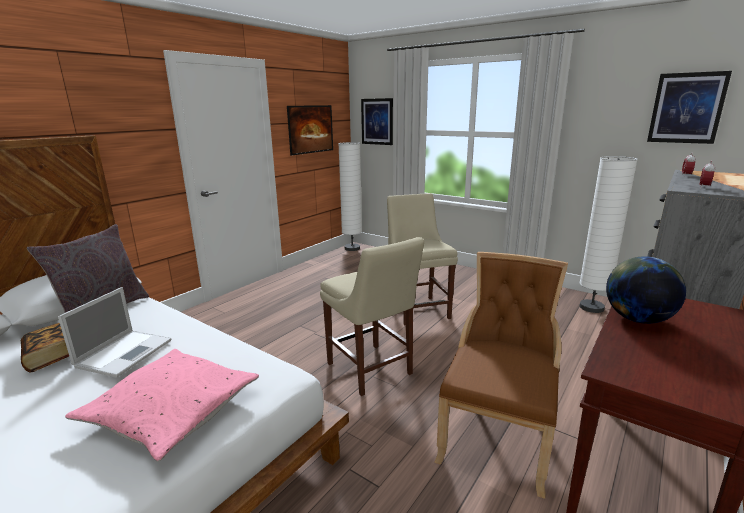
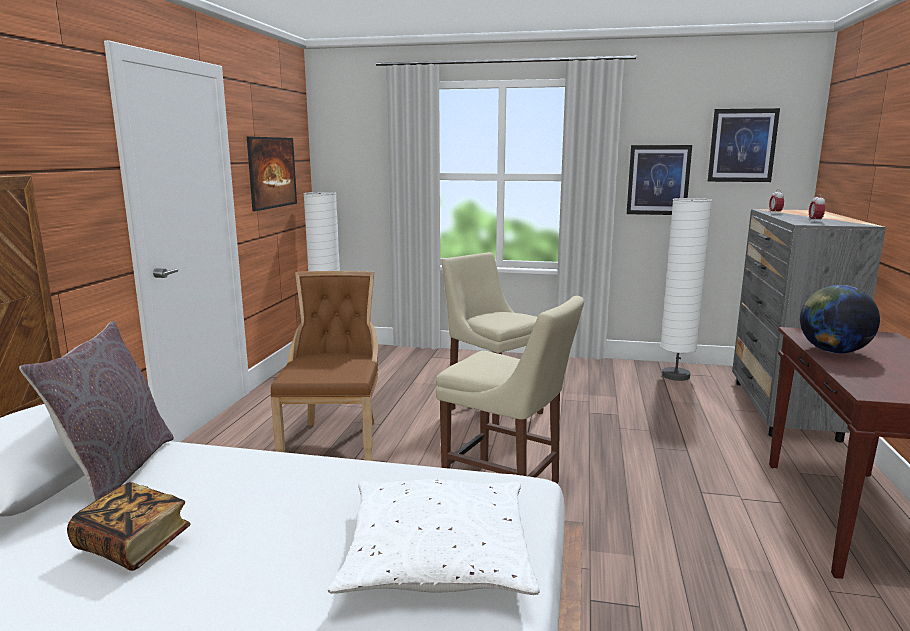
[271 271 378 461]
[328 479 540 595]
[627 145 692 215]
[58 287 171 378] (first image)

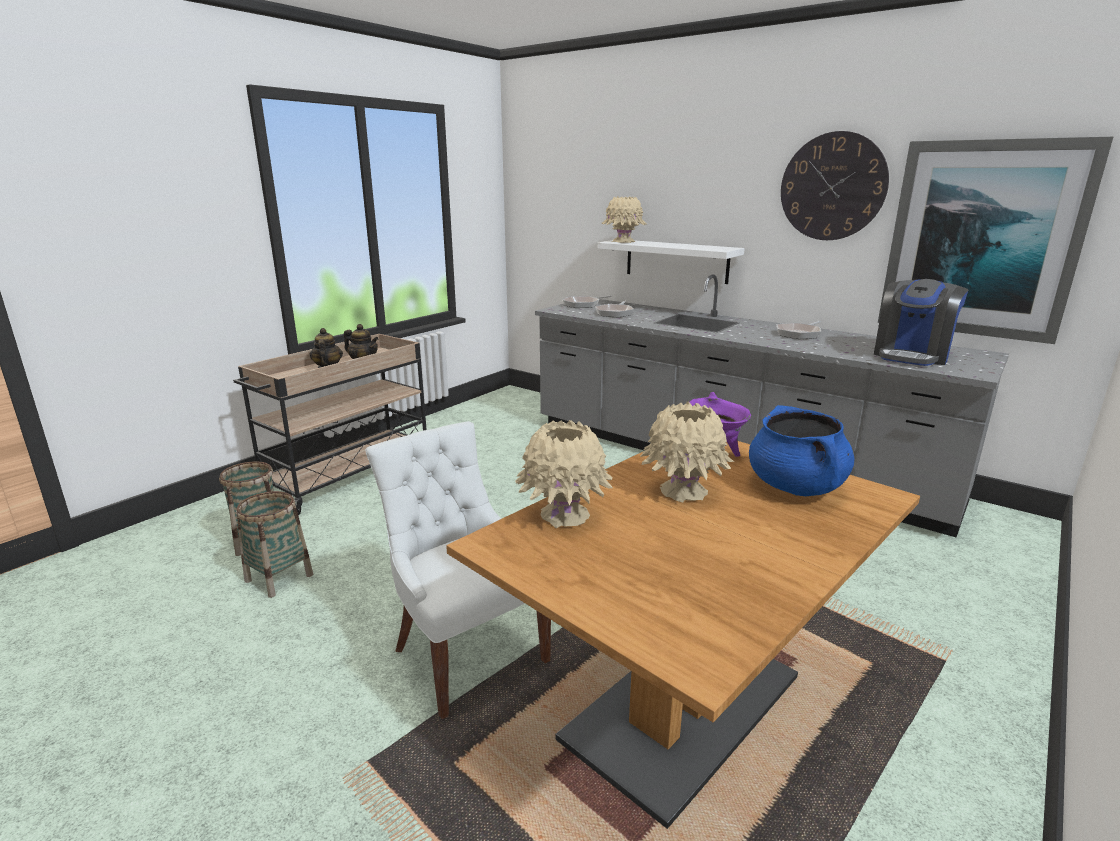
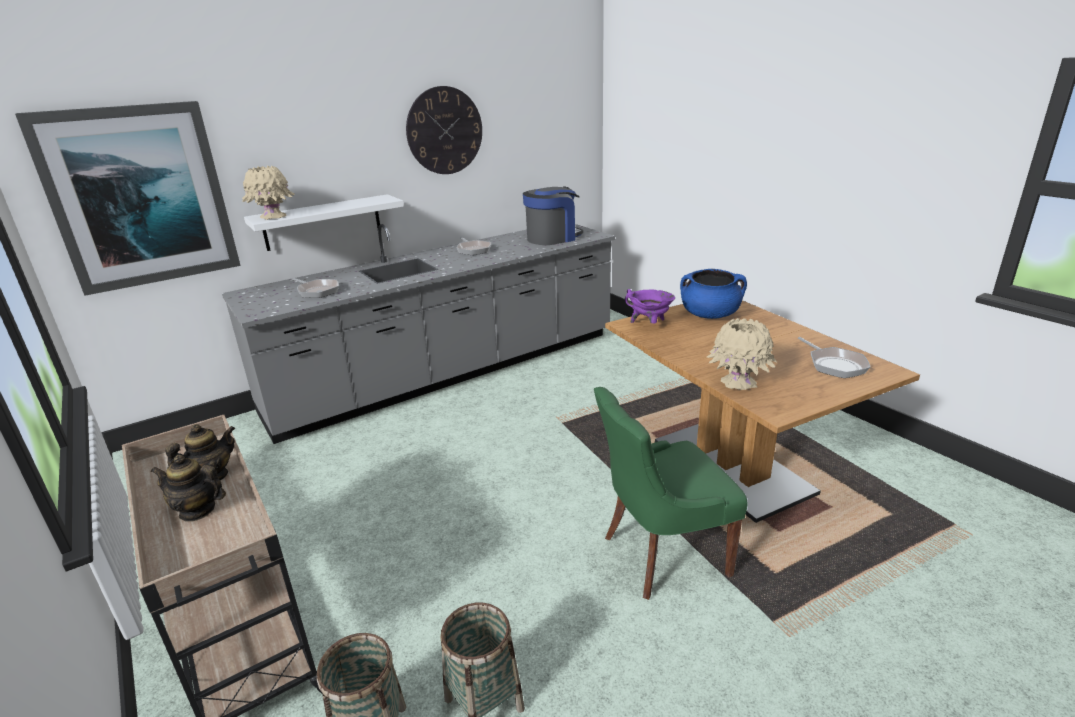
[15 101 241 296]
[523 186 583 245]
[594 387 747 600]
[798 337 870 378]
[640 401 734 502] (first image)

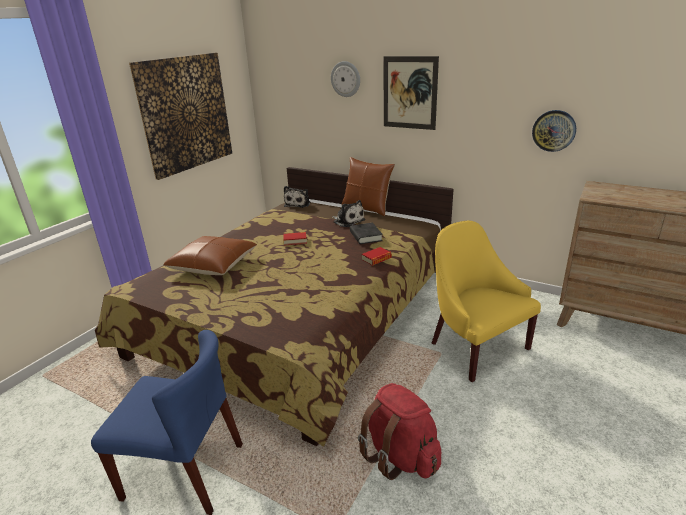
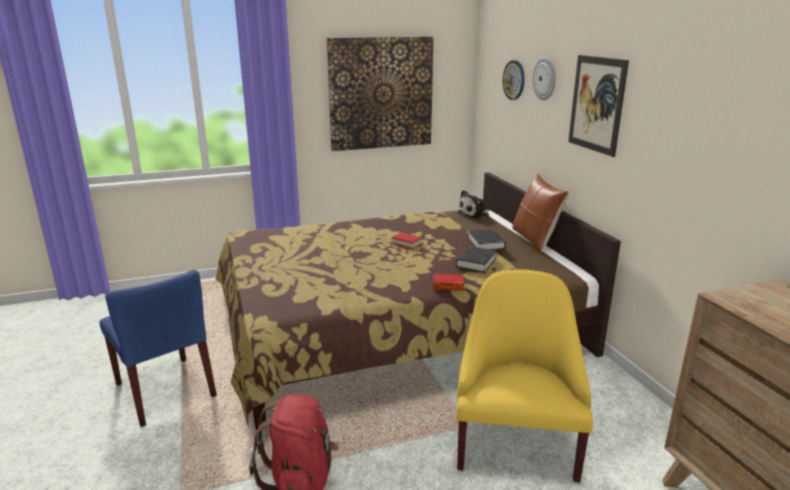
[468 229 506 250]
[503 60 525 100]
[163 236 257 275] (first image)

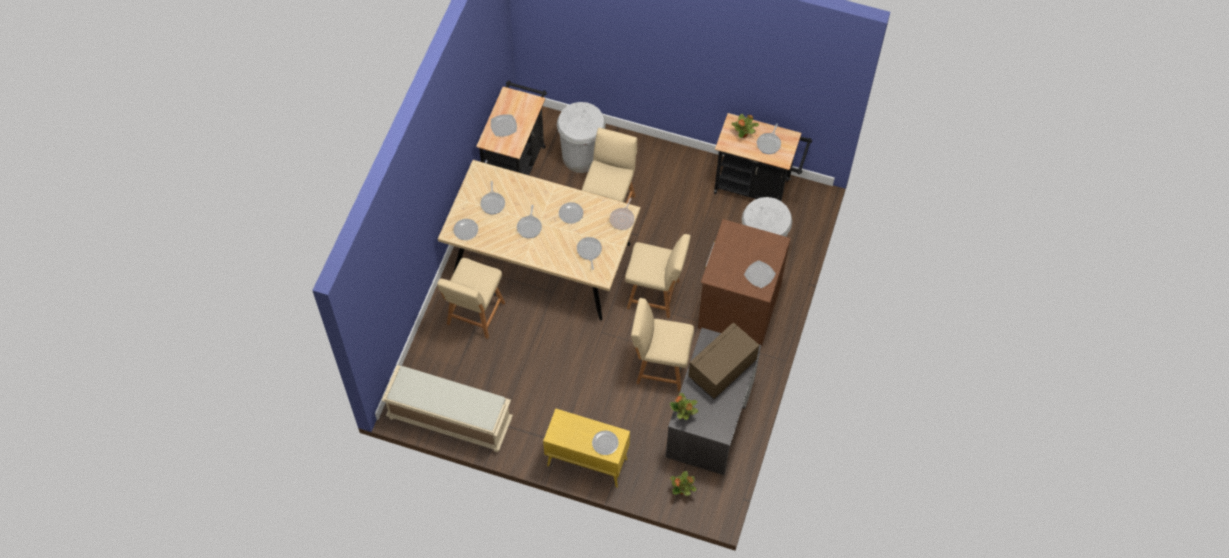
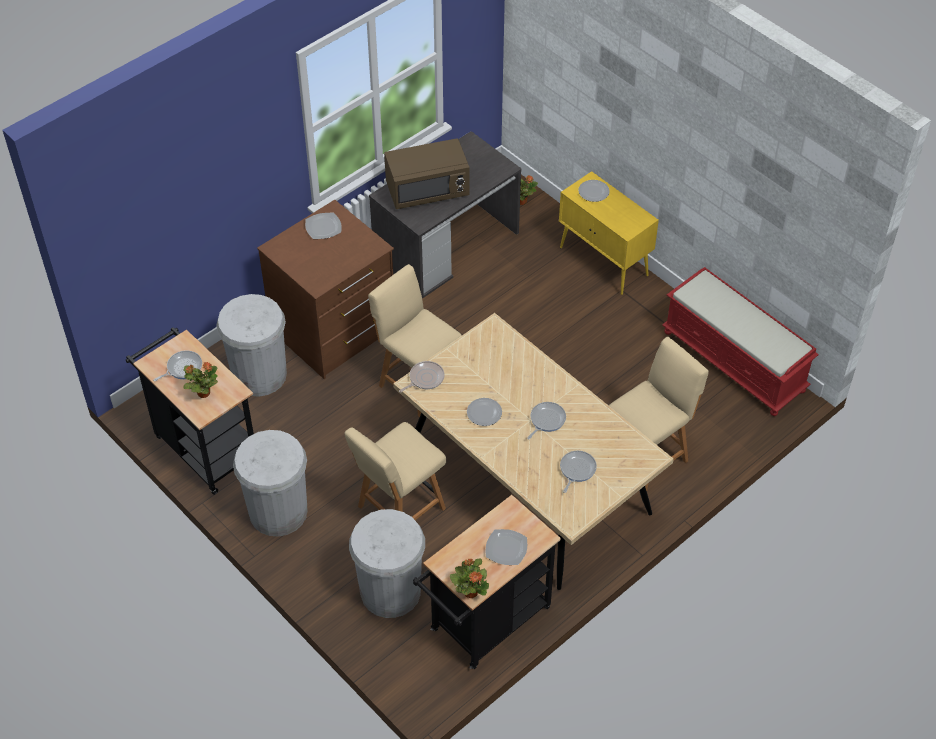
[233 430 308 537]
[450 558 489 598]
[662 267 819 416]
[453 219 478 240] (first image)
[577 237 602 270] (first image)
[631 298 694 392] (first image)

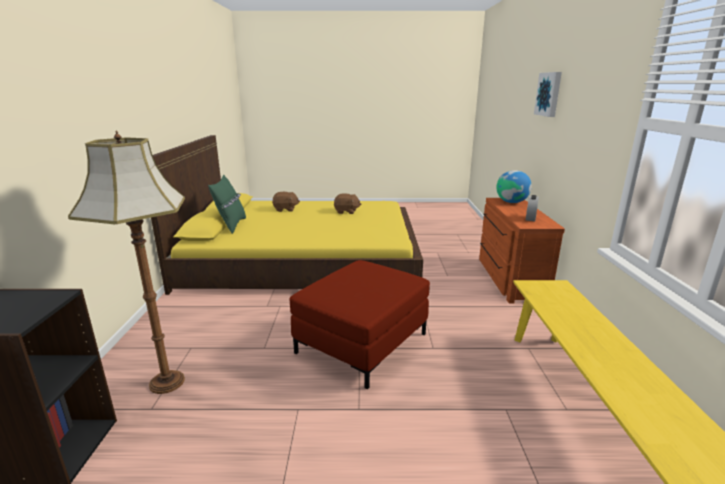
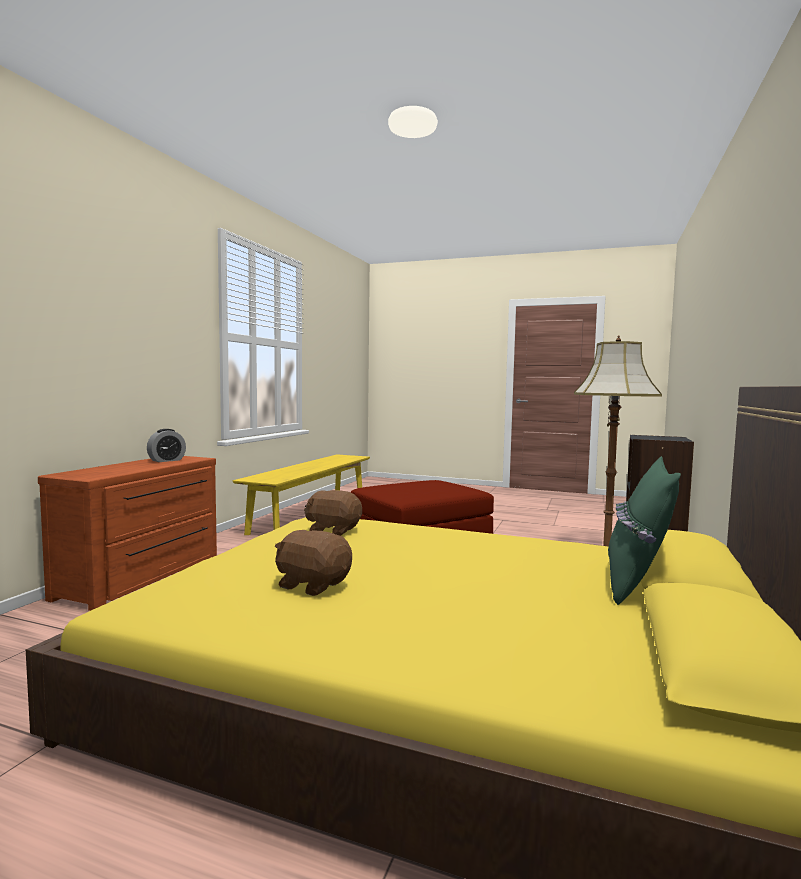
[304 490 362 536]
[497 170 532 203] (first image)
[534 72 562 117] (first image)

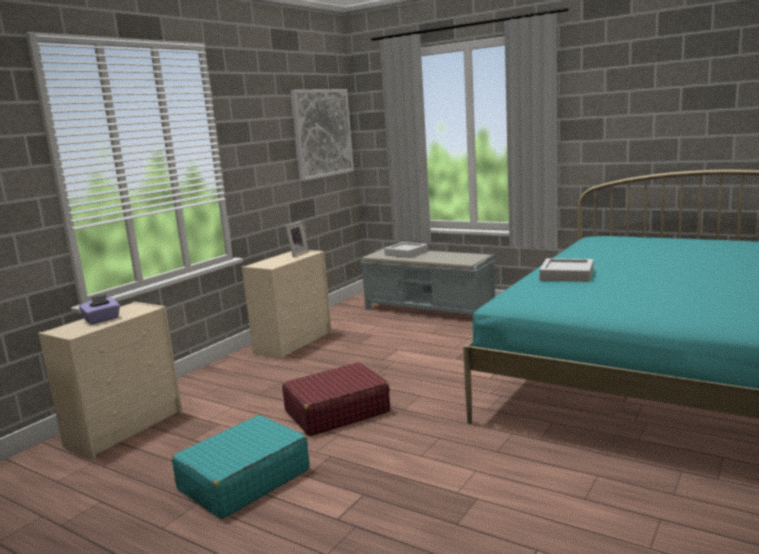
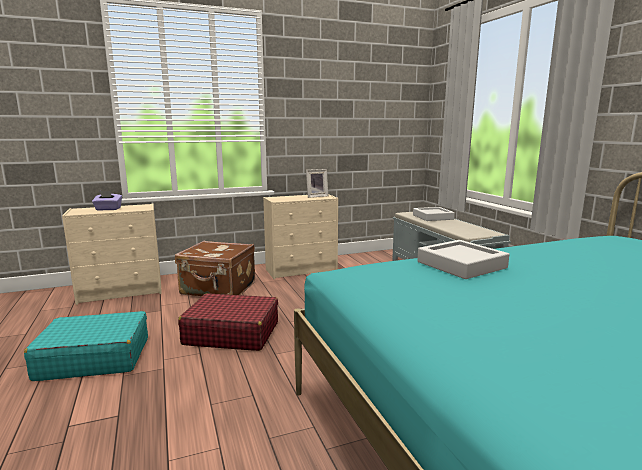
[175 241 255 296]
[291 89 354 181] (first image)

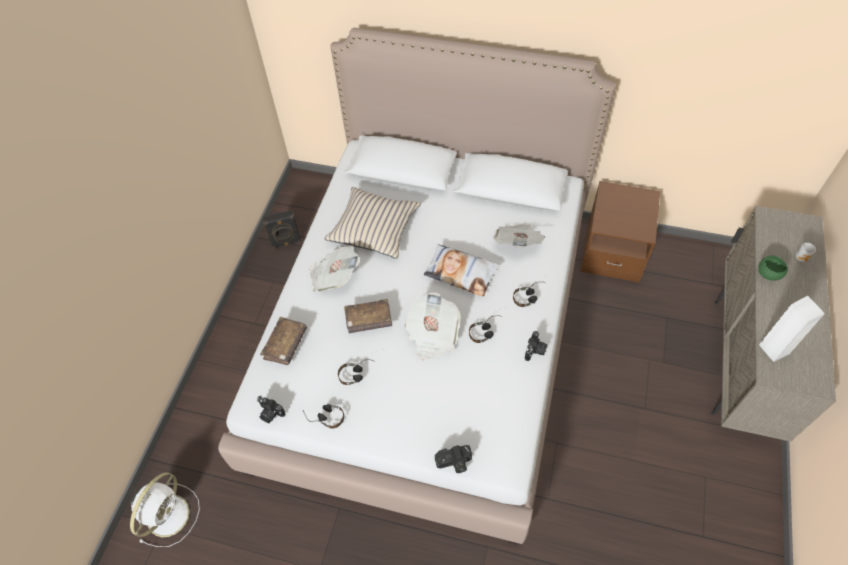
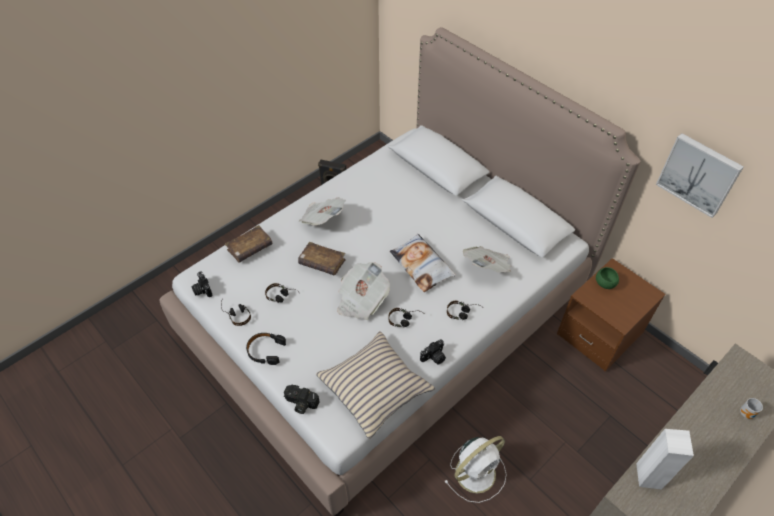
[246 333 286 365]
[316 331 435 439]
[444 436 507 503]
[596 267 619 289]
[656 133 744 218]

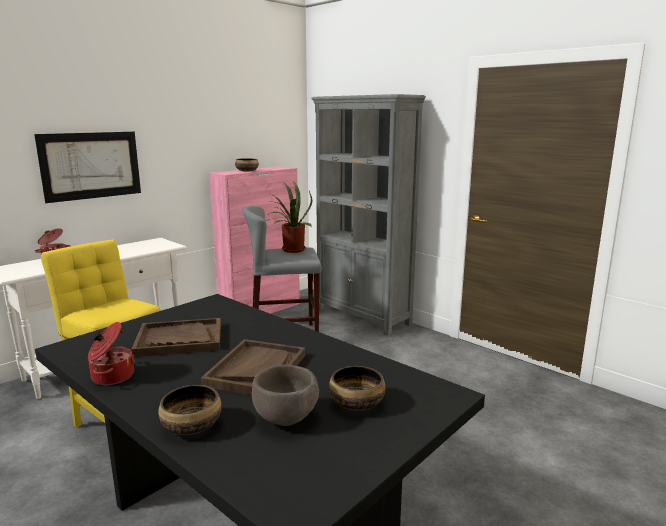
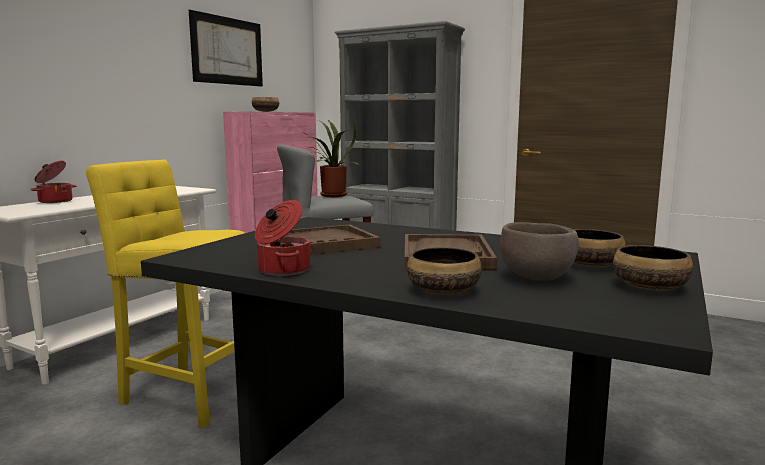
[189 10 263 87]
[613 245 693 291]

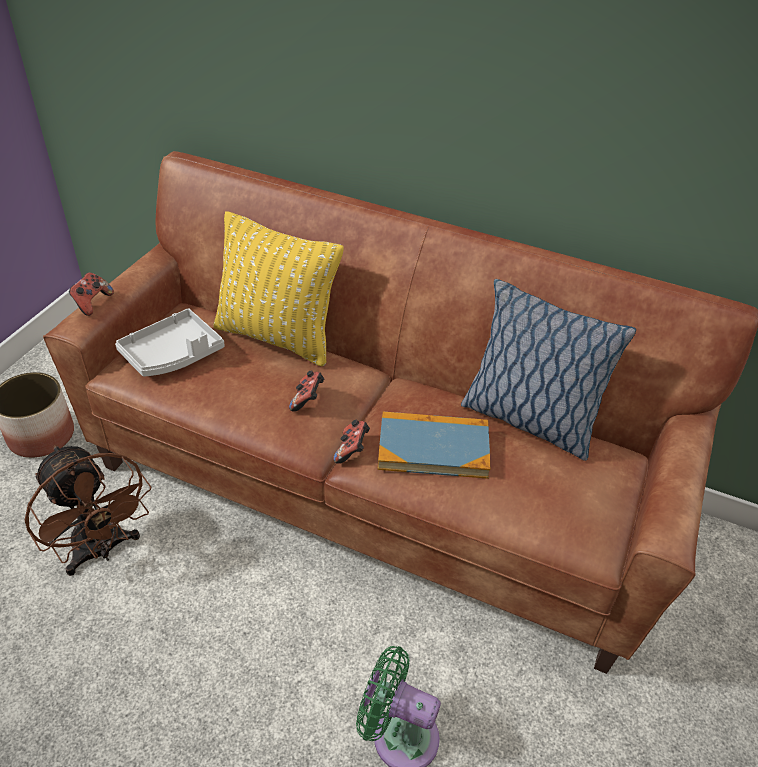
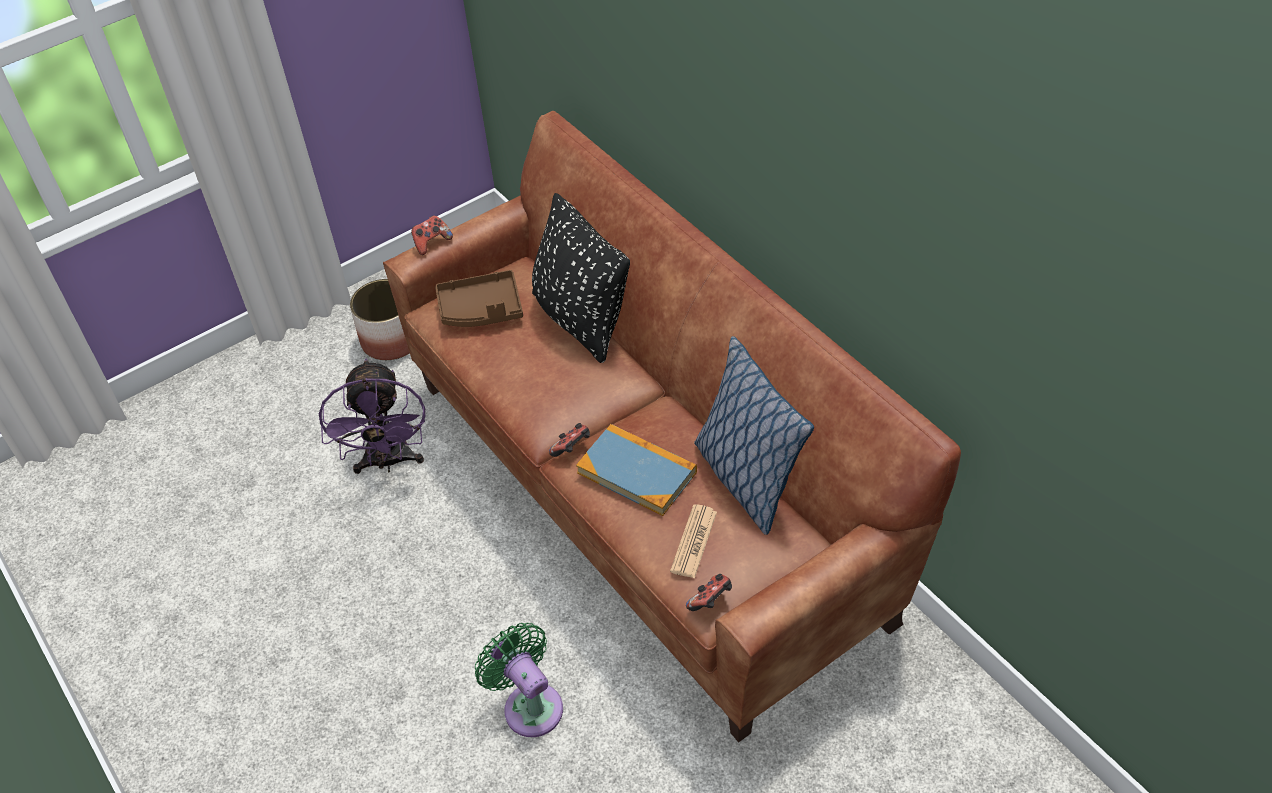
[319 359 425 474]
[435 270 523 327]
[532 193 630 363]
[670 504 717 578]
[686 574 732 611]

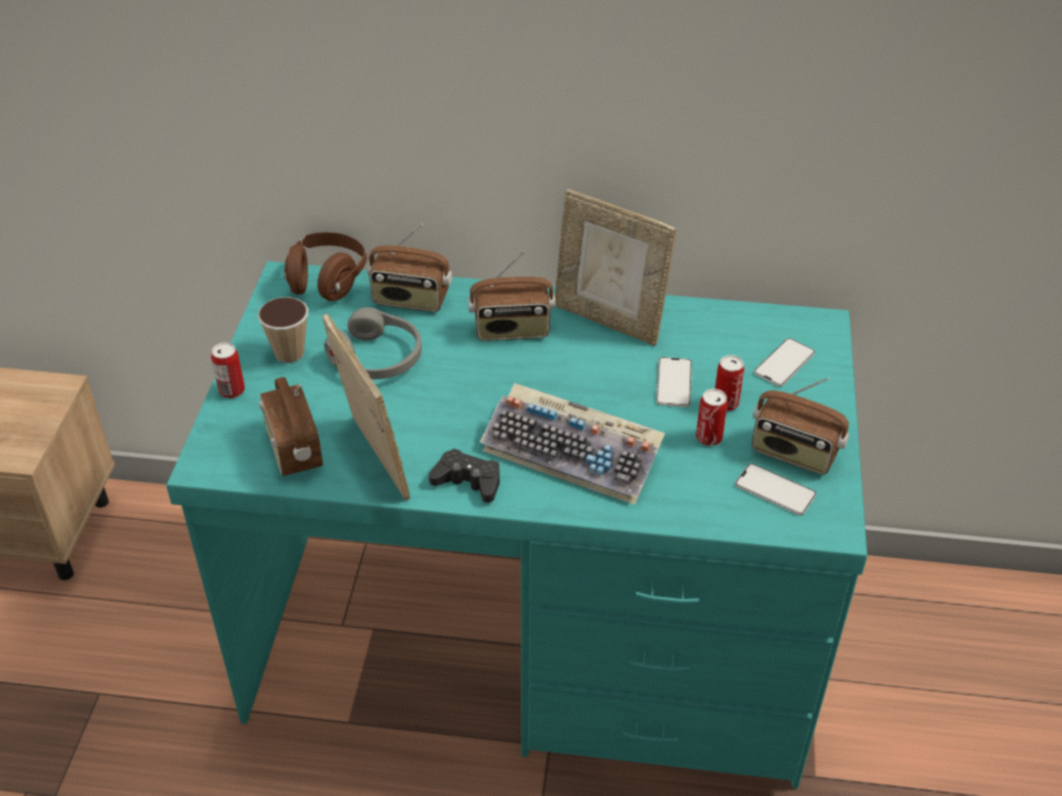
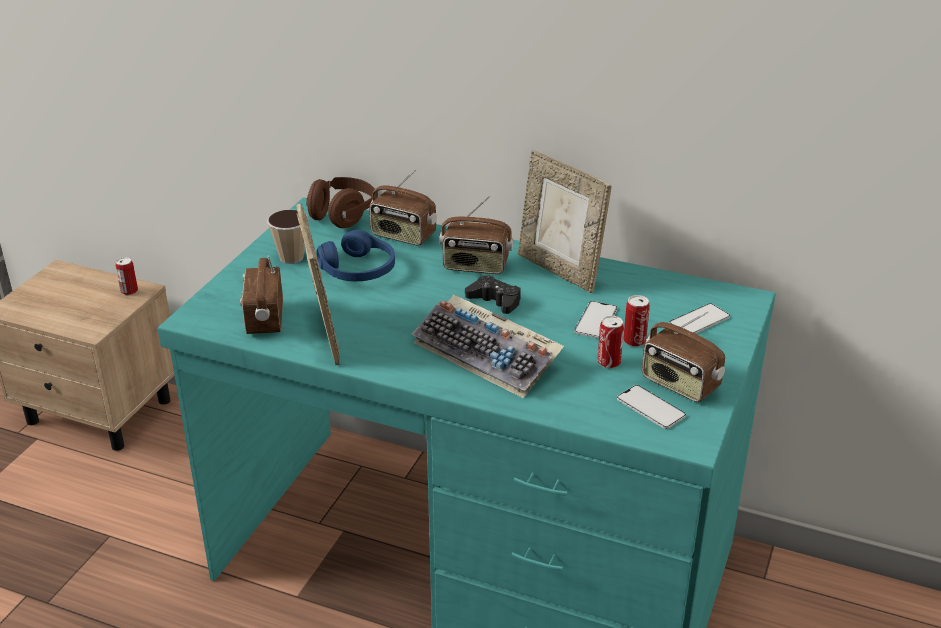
[116 257 138 295]
[317 230 395 281]
[465 275 521 314]

